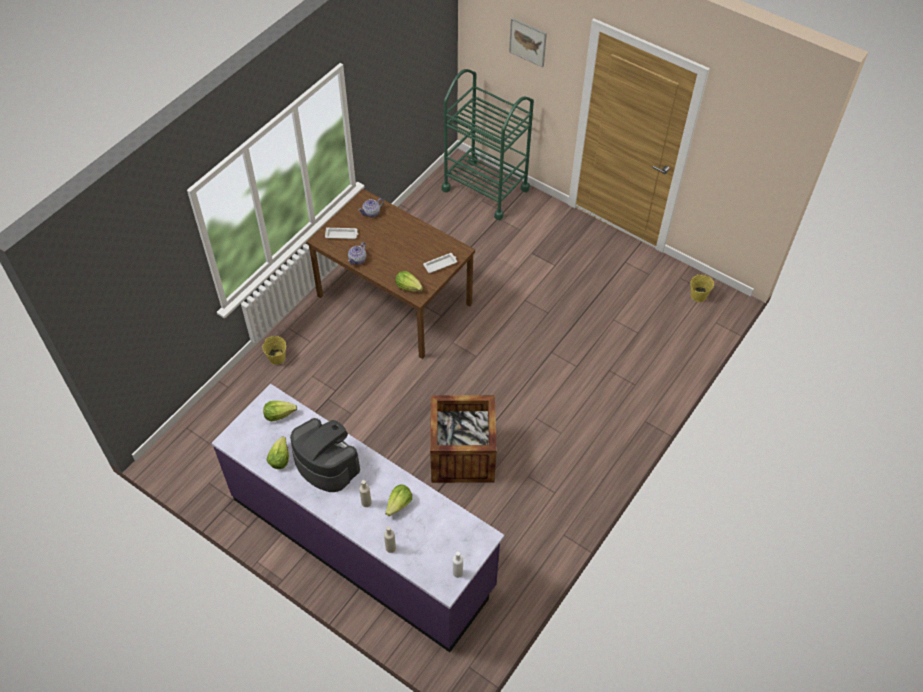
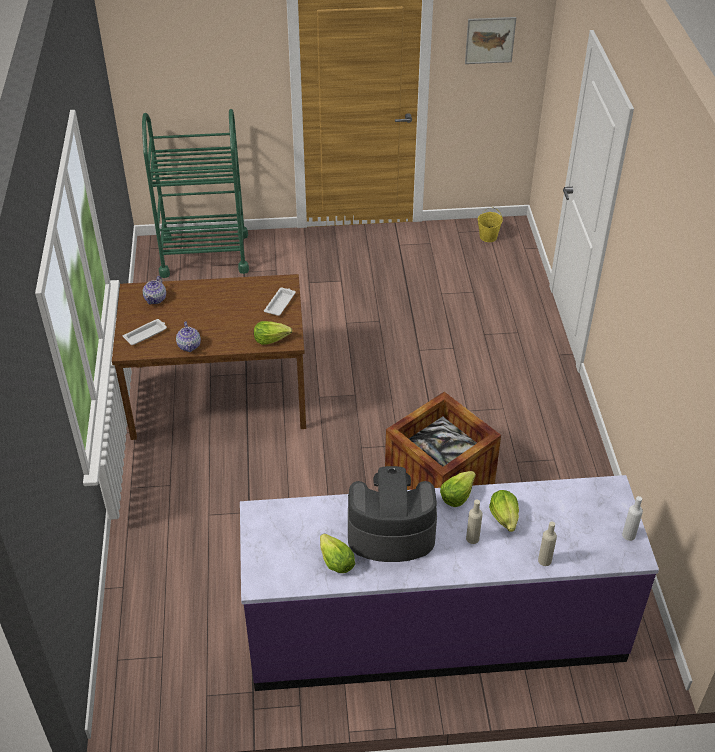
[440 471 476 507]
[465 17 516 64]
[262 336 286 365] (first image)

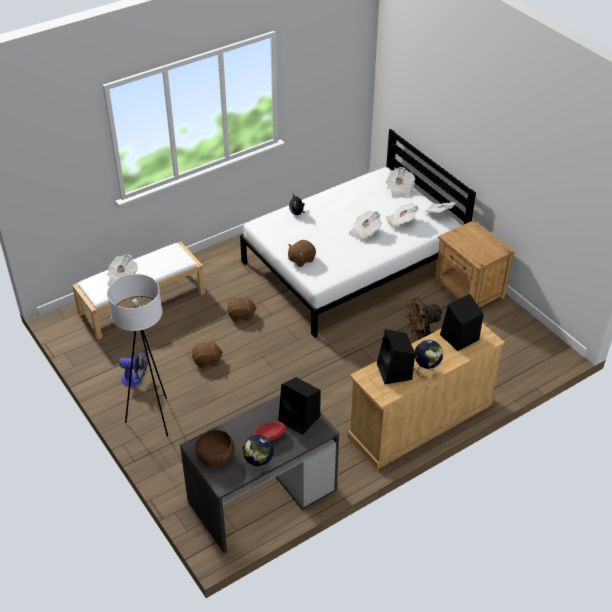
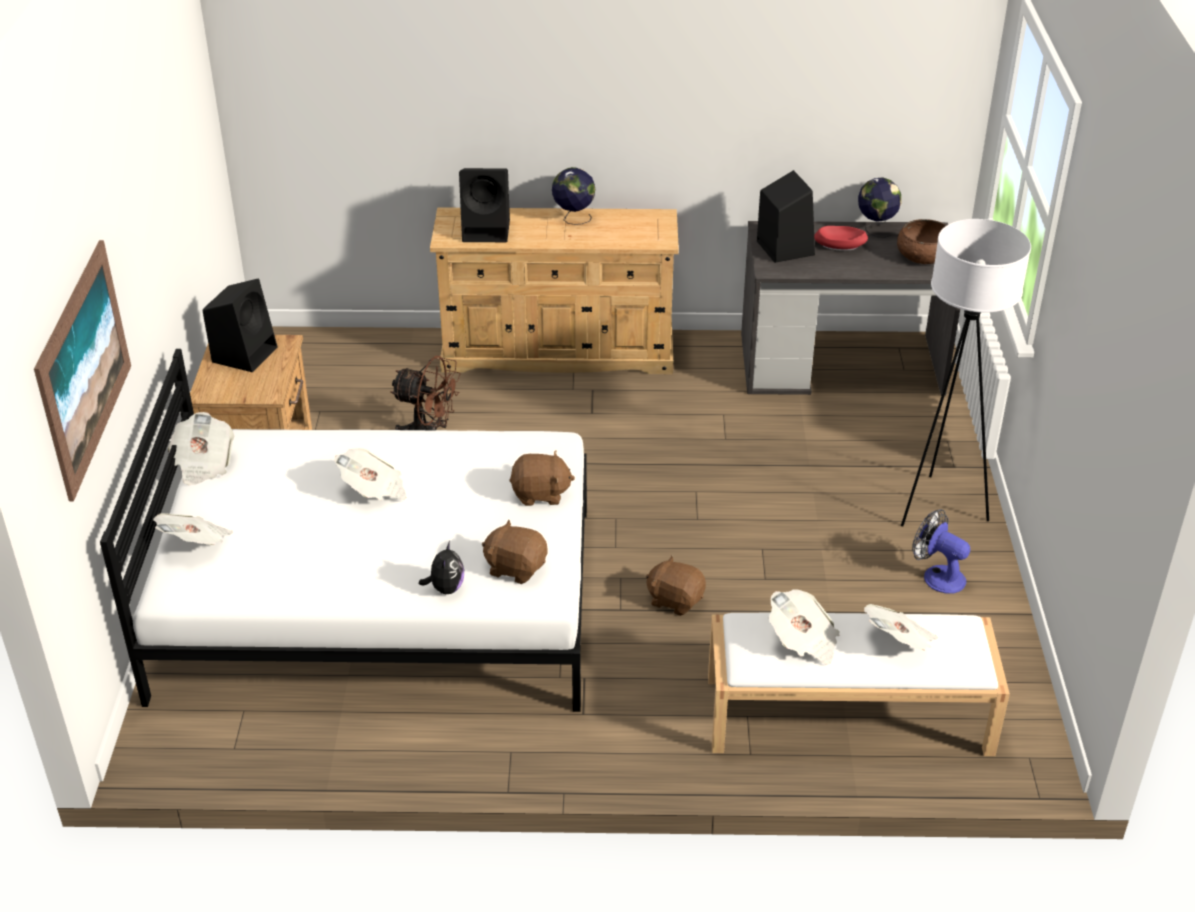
[34 240 131 501]
[203 278 277 372]
[482 520 547 584]
[768 589 840 665]

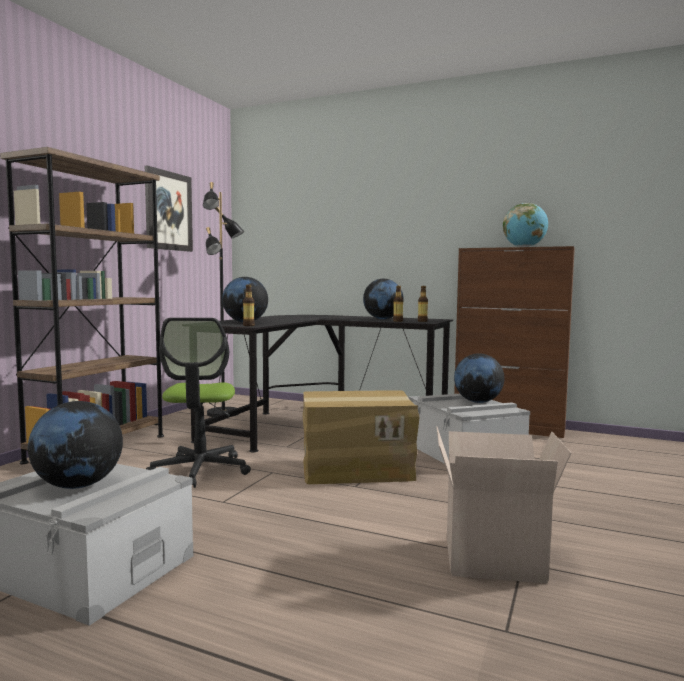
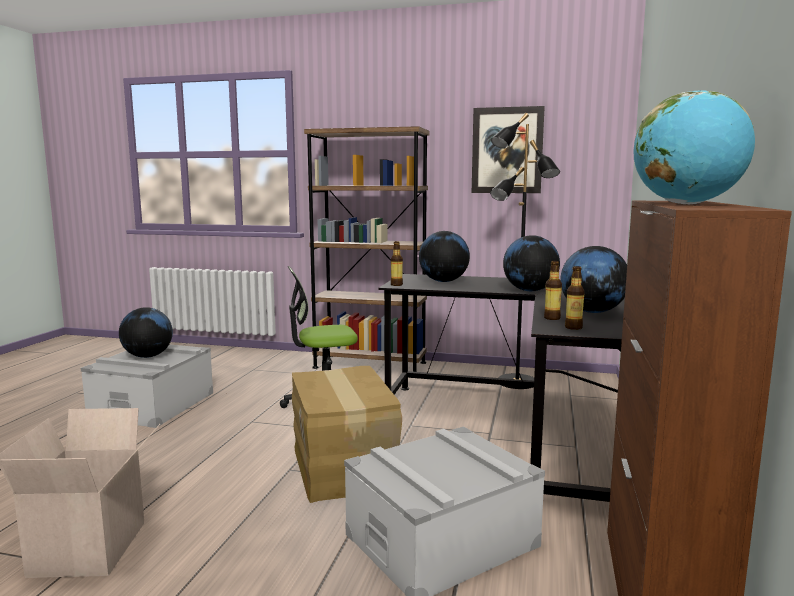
[503 235 560 291]

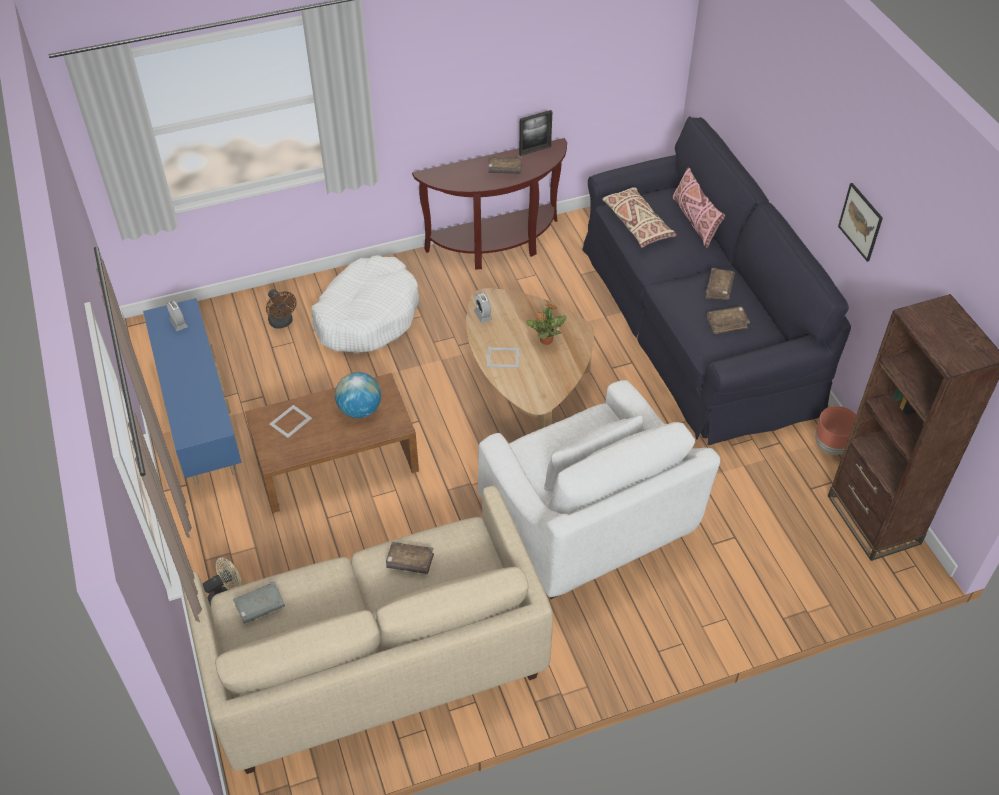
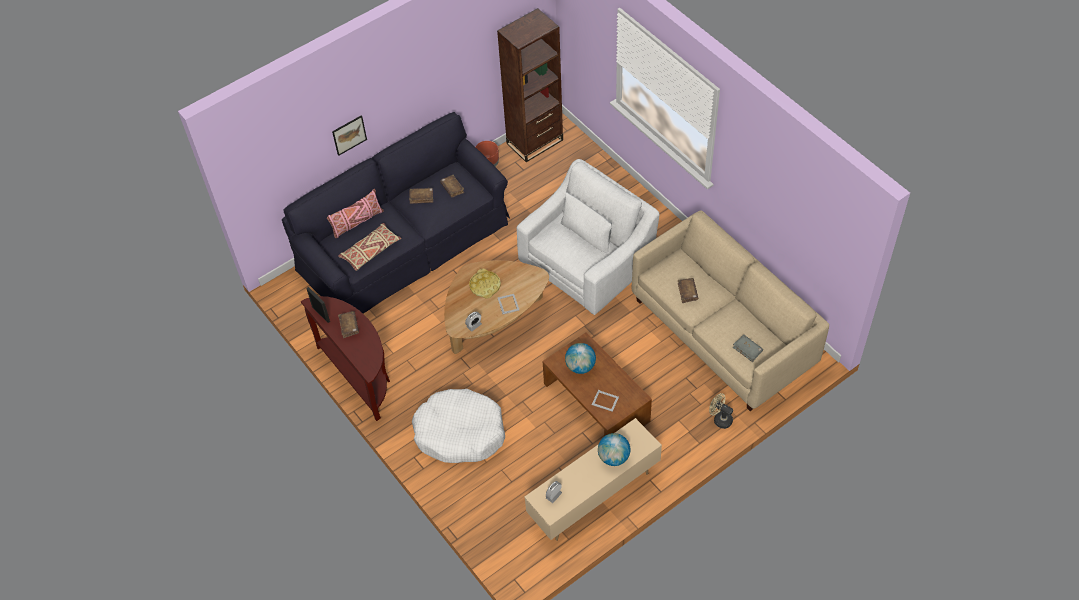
[332 115 367 156]
[469 269 501 298]
[524 418 662 541]
[598 433 630 466]
[266 289 297 328] (first image)

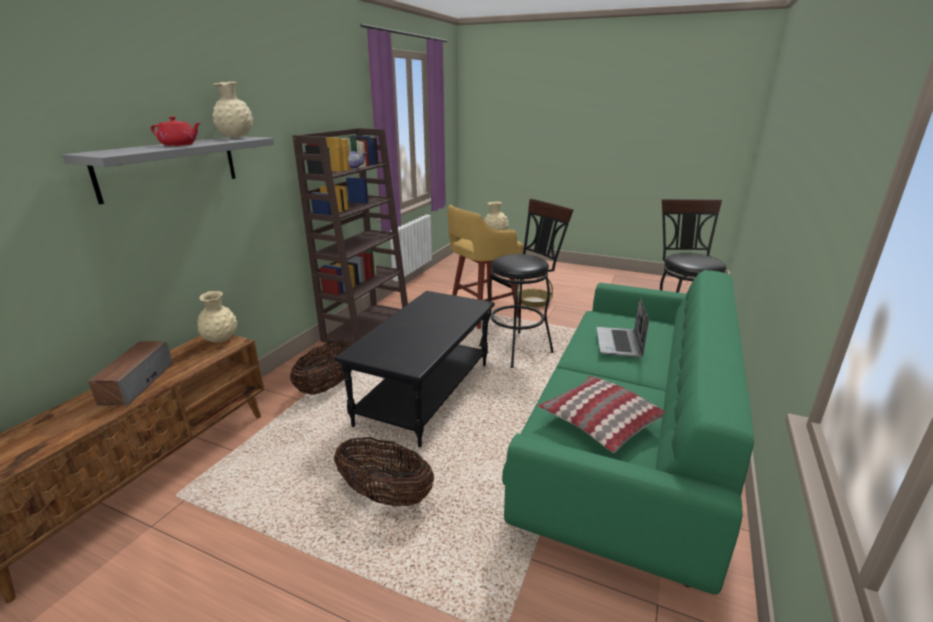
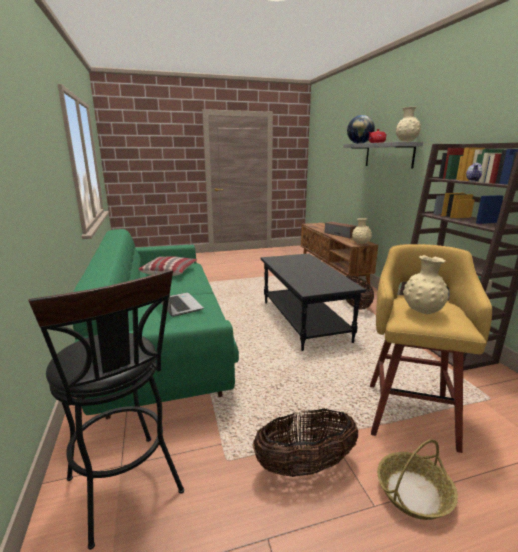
[253 409 358 477]
[347 115 375 144]
[479 198 574 368] (first image)

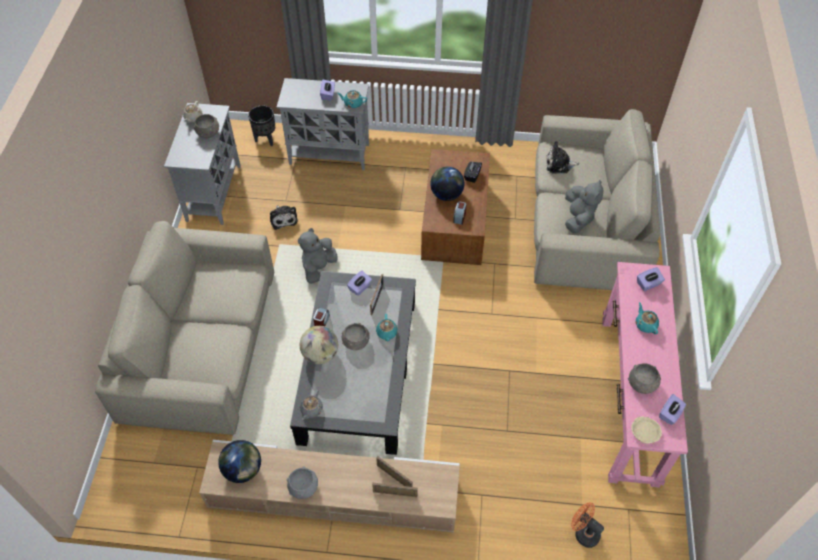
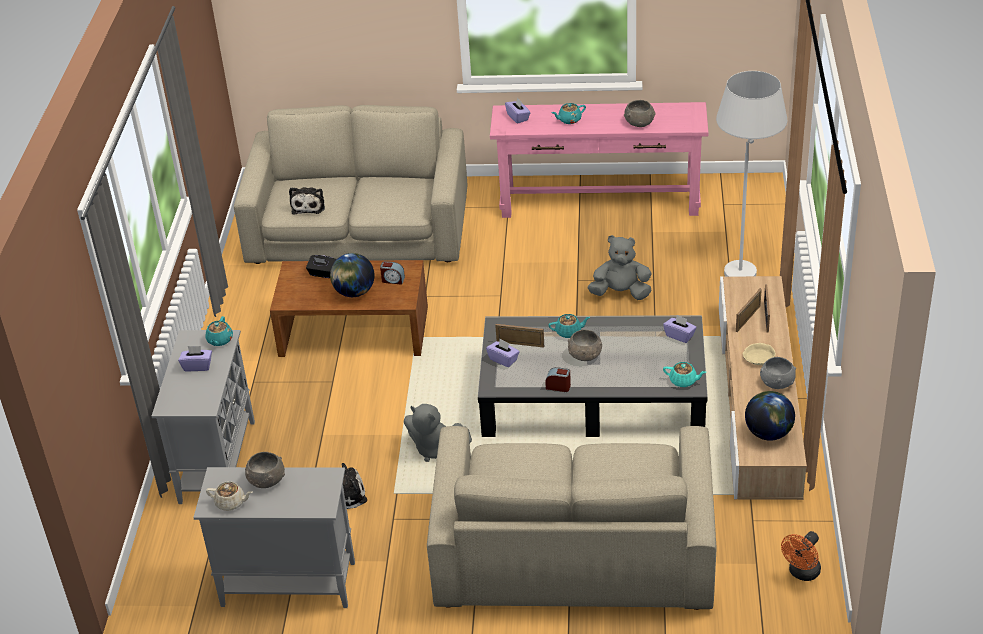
[588 235 651 300]
[663 315 697 343]
[663 362 706 387]
[716 71 787 277]
[742 343 776 365]
[781 531 821 581]
[248 105 275 146] (first image)
[300 326 338 364] (first image)

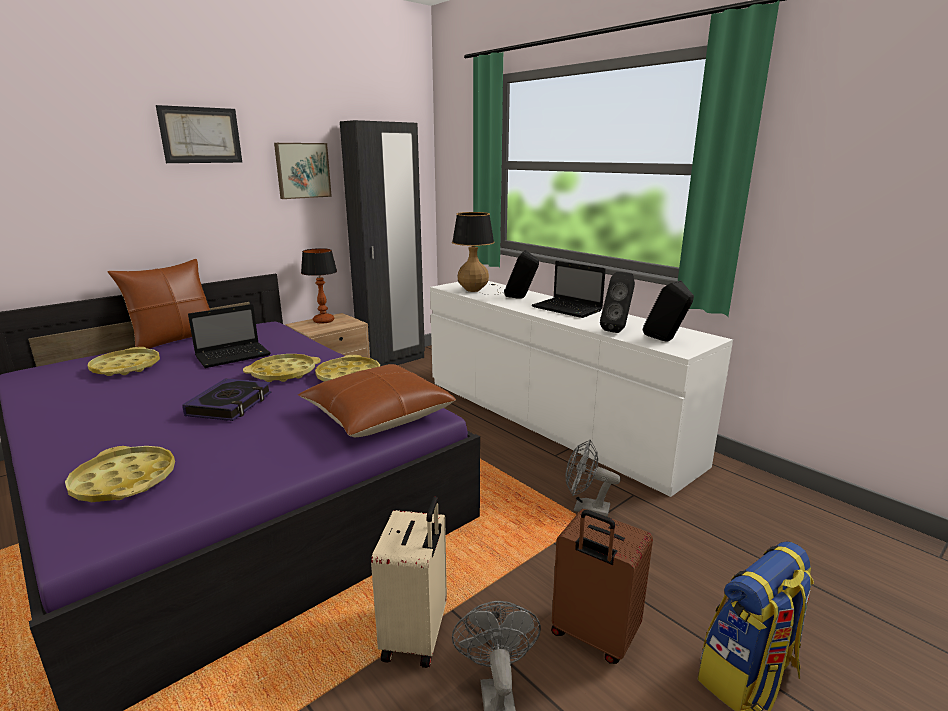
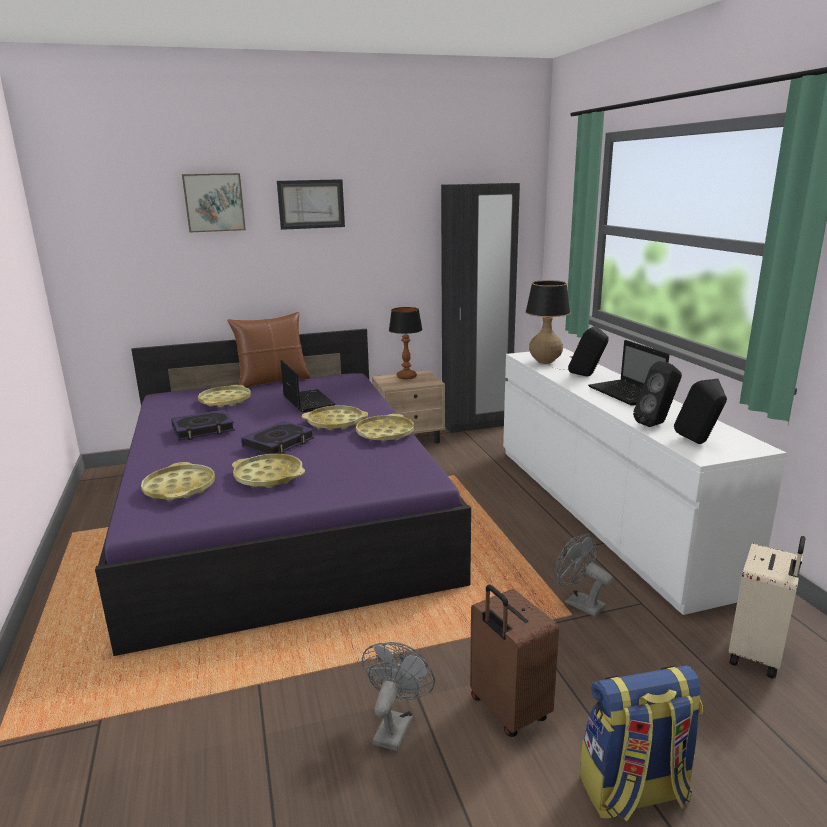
[171 409 235 441]
[182 173 246 233]
[232 454 305 488]
[280 360 336 412]
[729 536 806 679]
[298 364 456 437] (first image)

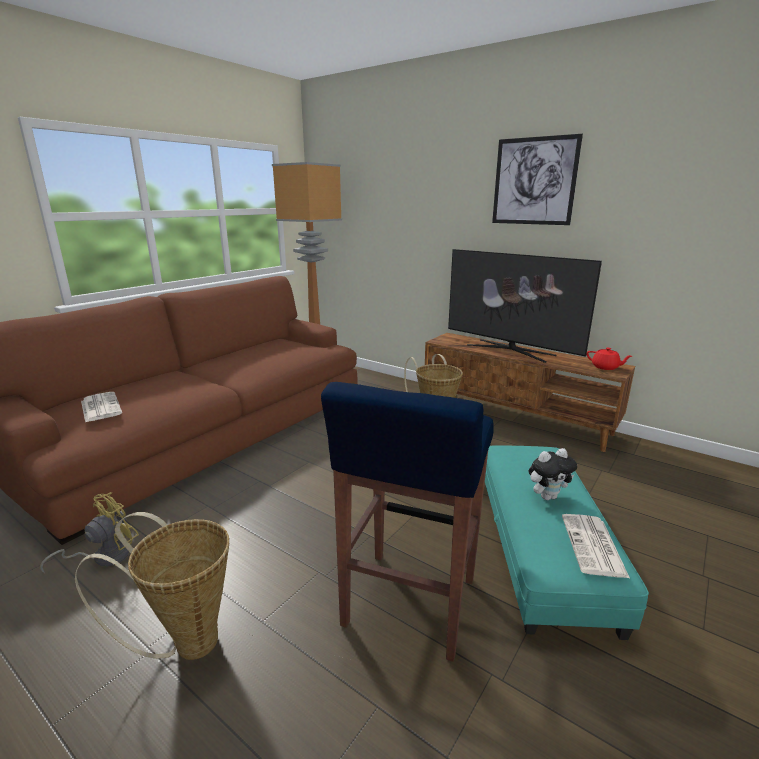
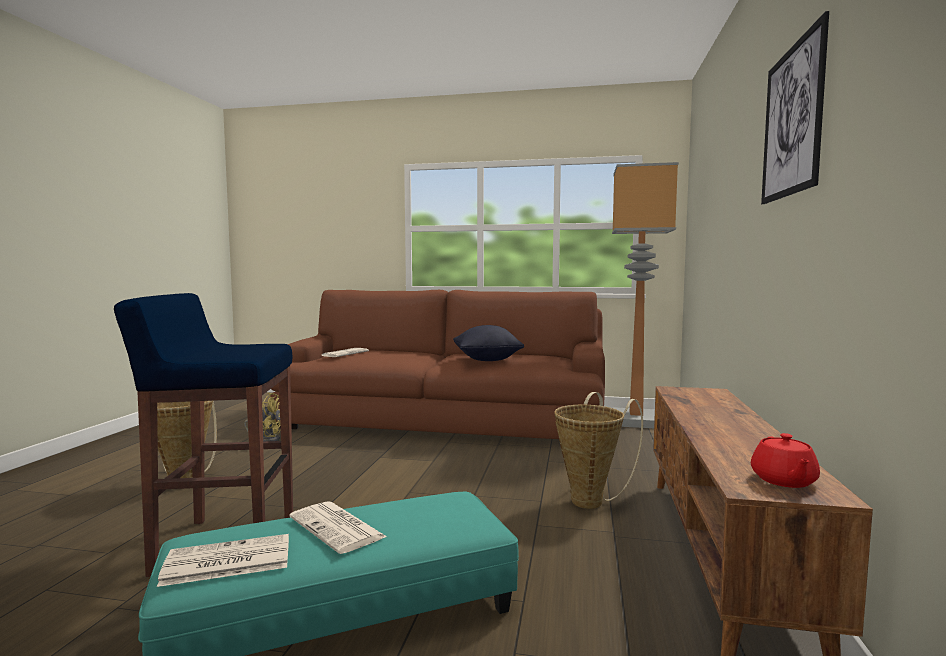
[289 501 387 554]
[453 325 524 361]
[448 249 602 363] (first image)

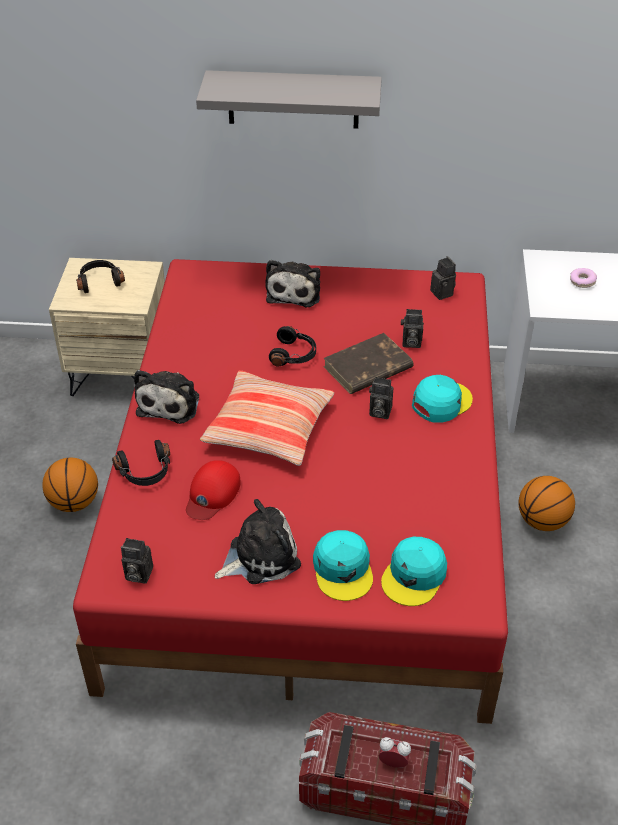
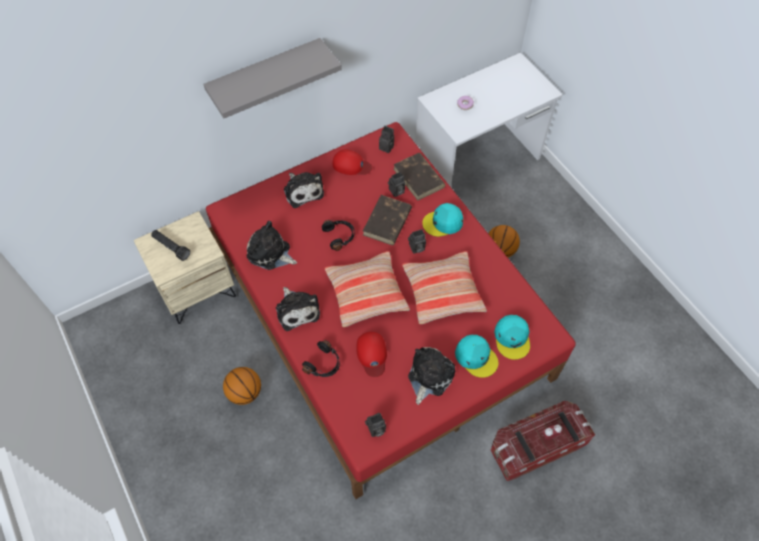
[151 230 190 261]
[247 221 297 270]
[332 149 372 175]
[393 153 445 201]
[402 251 487 324]
[422 203 463 237]

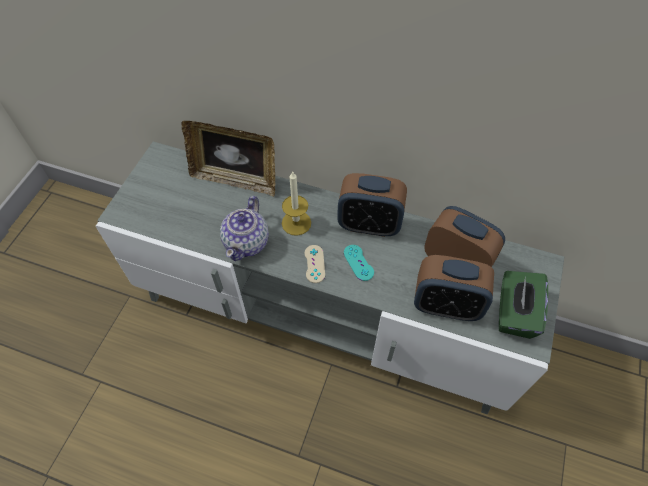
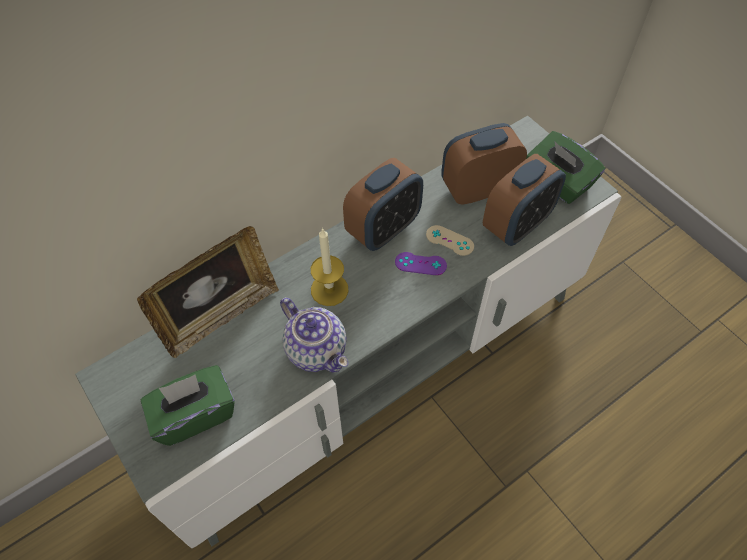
[141 365 235 446]
[395 252 447 275]
[426 225 474 256]

